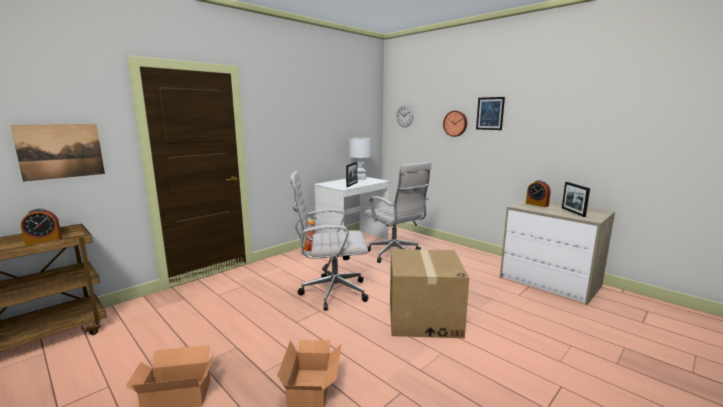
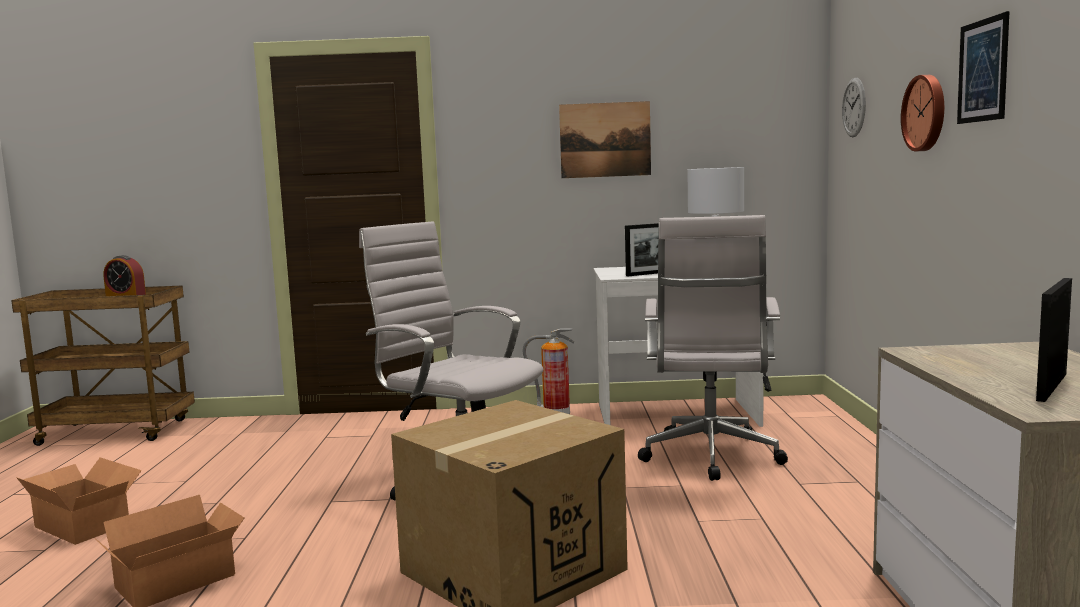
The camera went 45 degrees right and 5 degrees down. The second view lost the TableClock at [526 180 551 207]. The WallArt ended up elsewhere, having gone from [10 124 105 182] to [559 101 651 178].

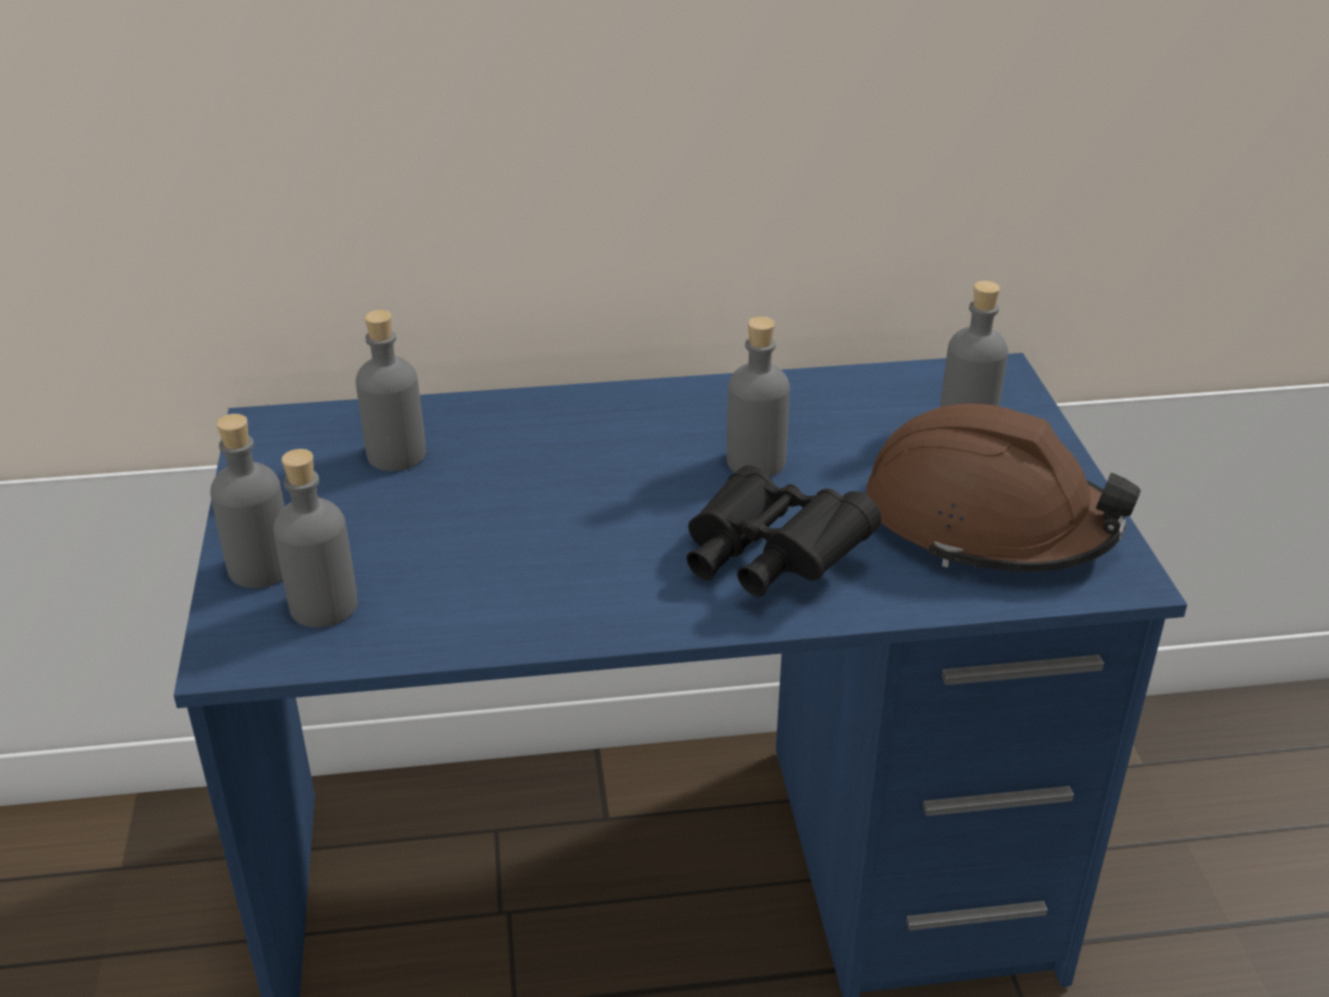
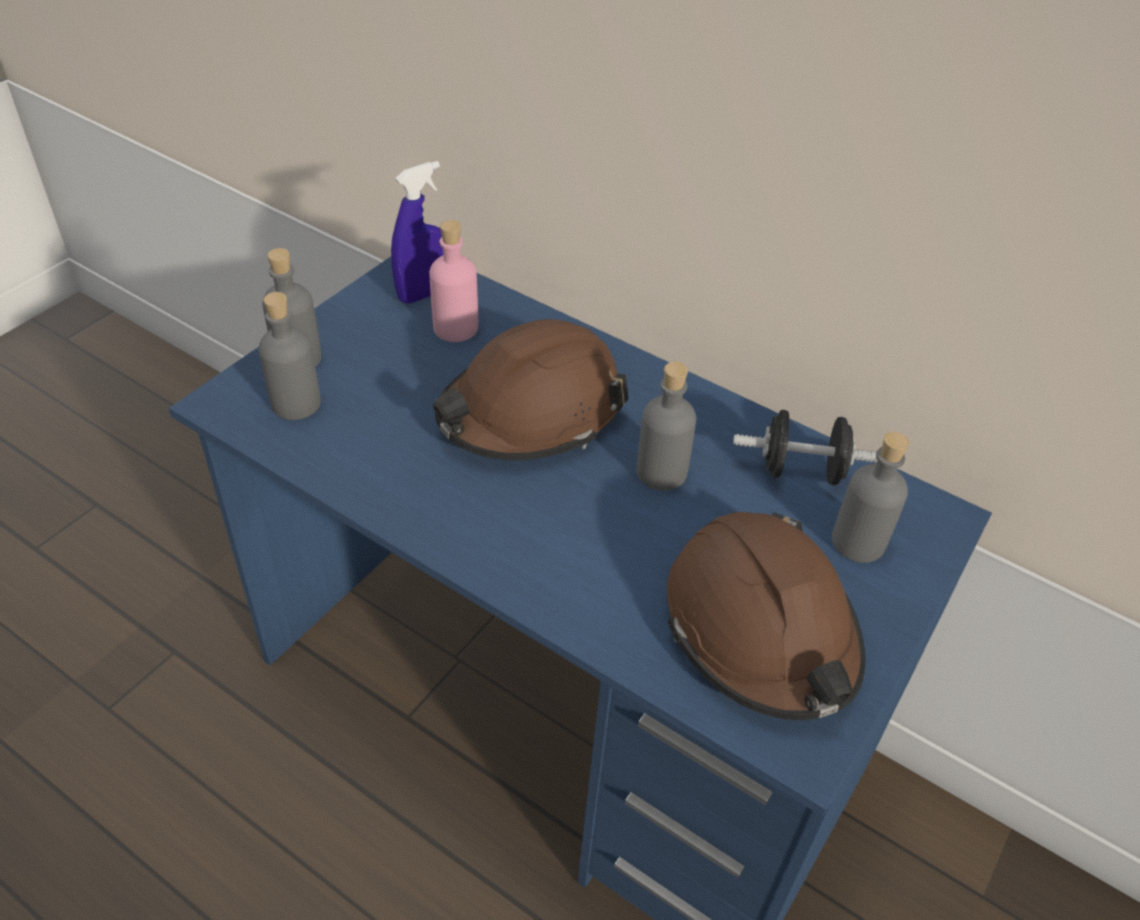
The camera went 40 degrees right and 10 degrees up. The second view lost the BlackishFieldGlasses at [687 465 881 597]. The second view gained the BlueColouredHandSprayer at [391 161 443 303]. The second view gained the BrownWorkHelmet at [433 319 629 461]. The second view gained the BlackishFreeWeight at [733 410 877 485]. What was the GrayBeverageBottle at [356 310 426 471] turned into the PinkishBeverageBottle at [429 220 478 342].

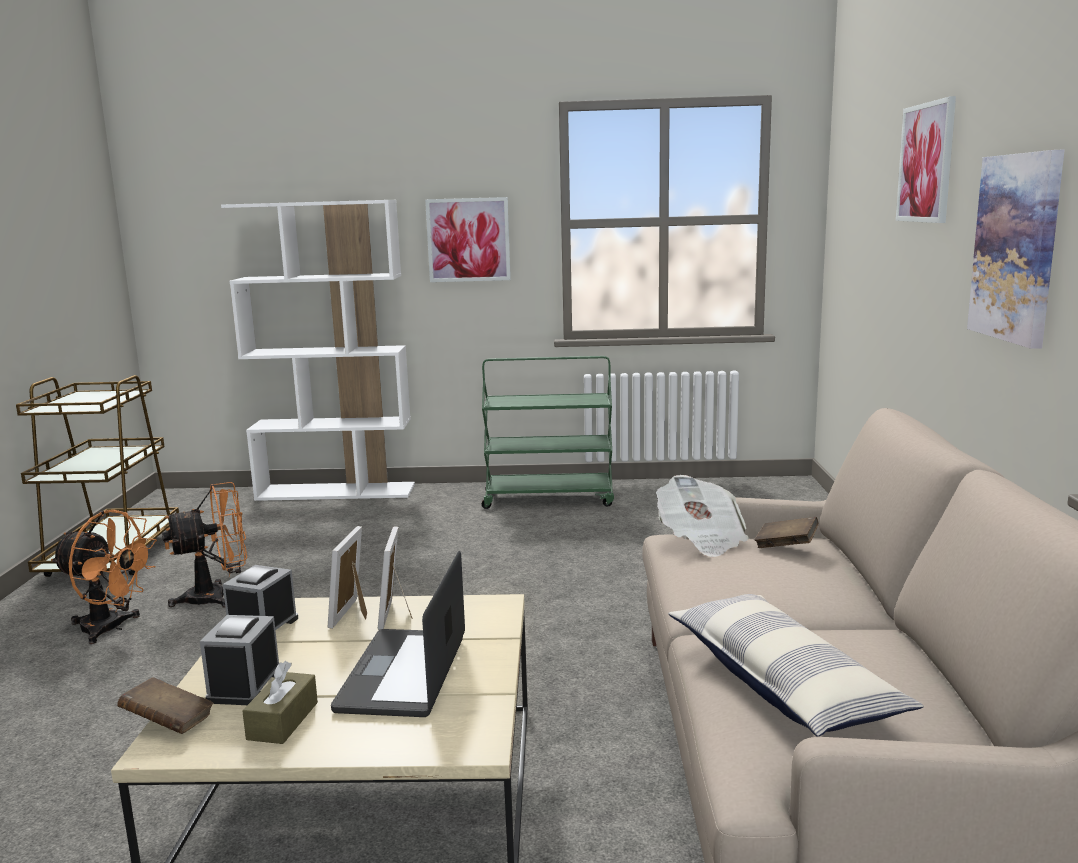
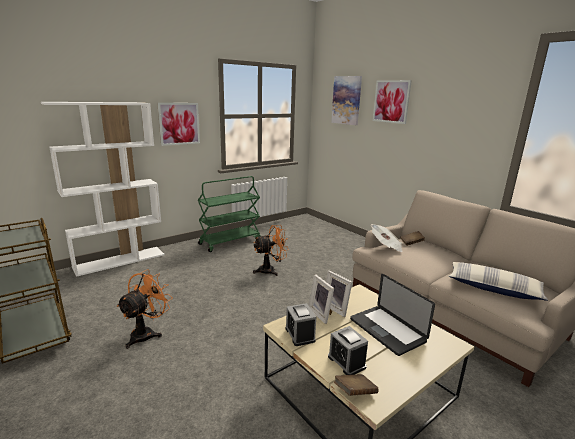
The camera went 40 degrees left and 5 degrees up. The second view lost the BrownBoxOfTissues at [242 661 318 744]. The OrangeElectricFan ended up elsewhere, having gone from [51 510 157 644] to [253 225 289 276]. The WallArt ended up elsewhere, having gone from [967 149 1065 349] to [331 76 362 125].

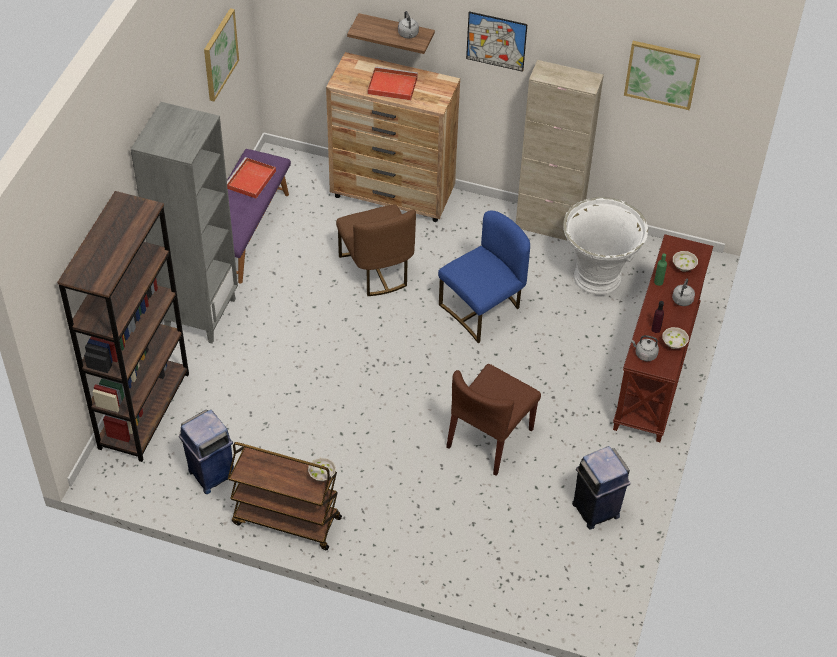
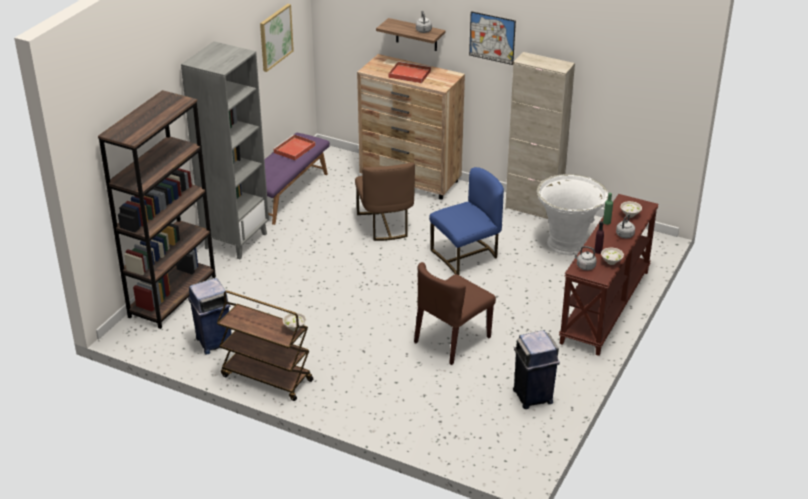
The camera went 10 degrees right and 15 degrees down. The second view lost the WallArt at [624 41 701 110].

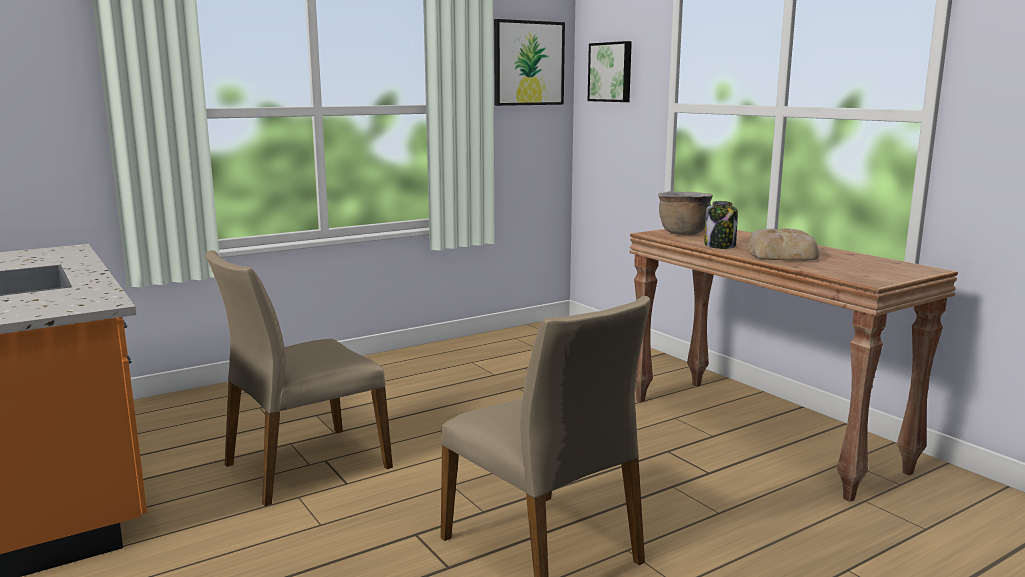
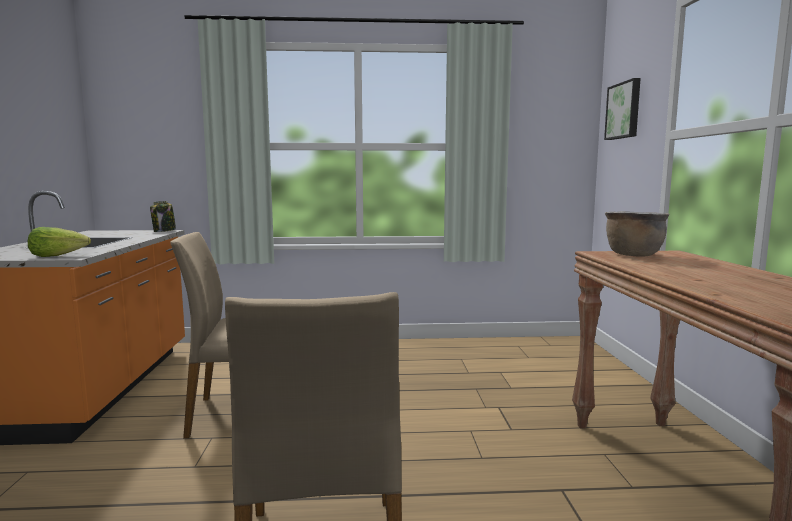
The camera went 30 degrees right and 5 degrees down. The second view lost the WallArt at [494 19 565 106]. The second view lost the BakedBread at [746 228 820 261]. The second view gained the Lettuce at [28 227 91 257]. The PreserveJar ended up elsewhere, having gone from [704 201 738 249] to [150 201 176 232].

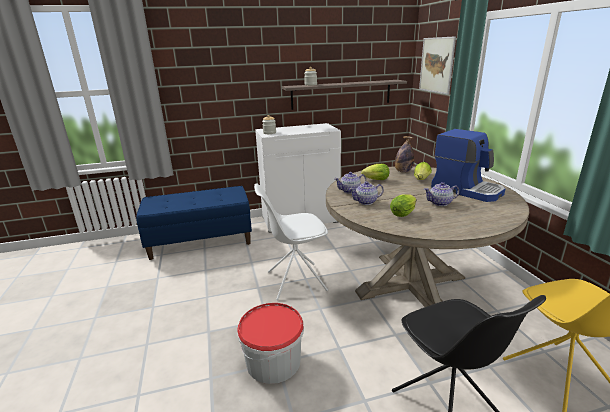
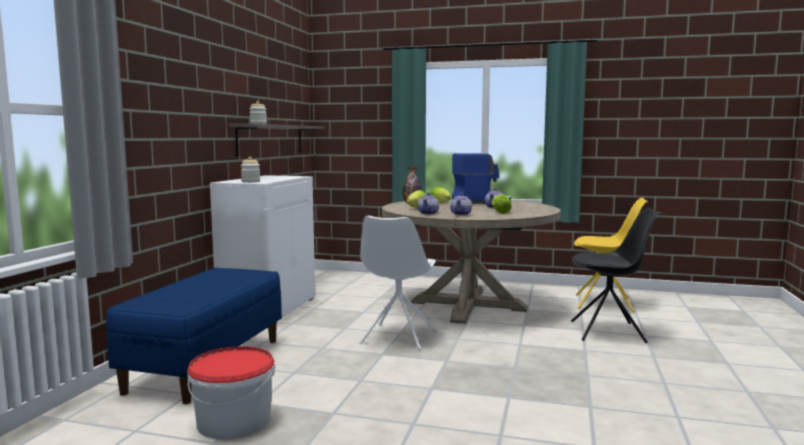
The camera went 60 degrees left and 15 degrees down. The second view lost the WallArt at [419 36 456 95]. The Bucket ended up elsewhere, having gone from [237 303 304 384] to [188 346 275 440].

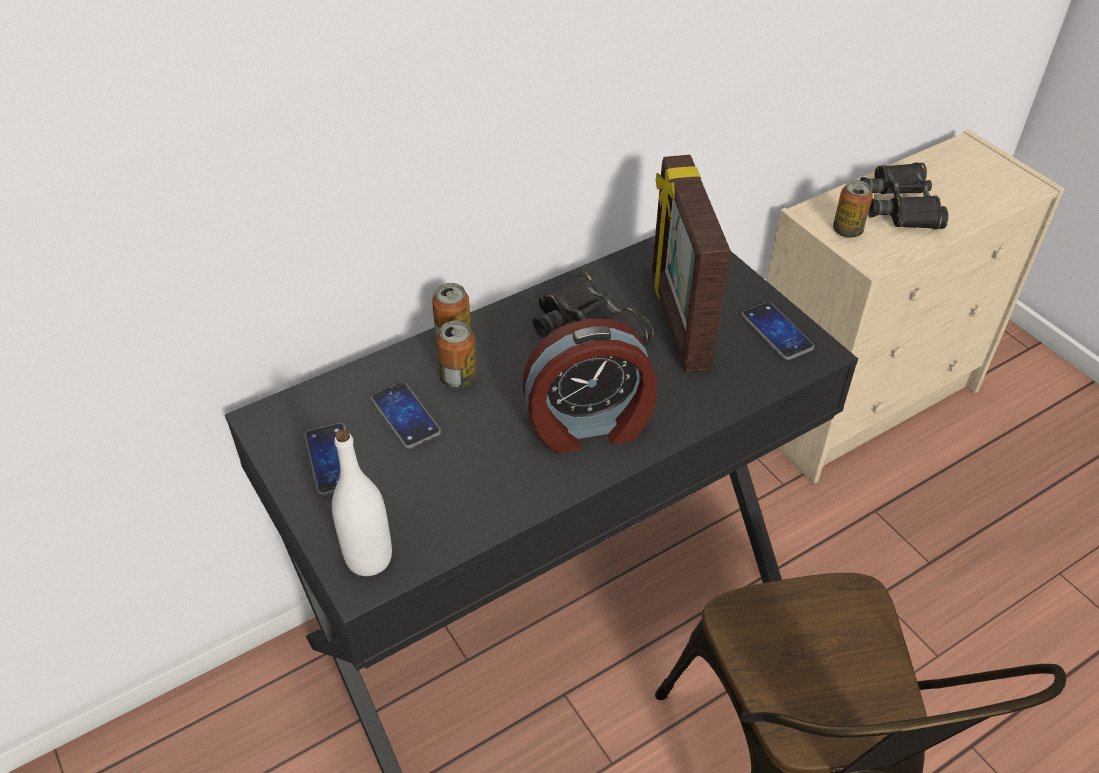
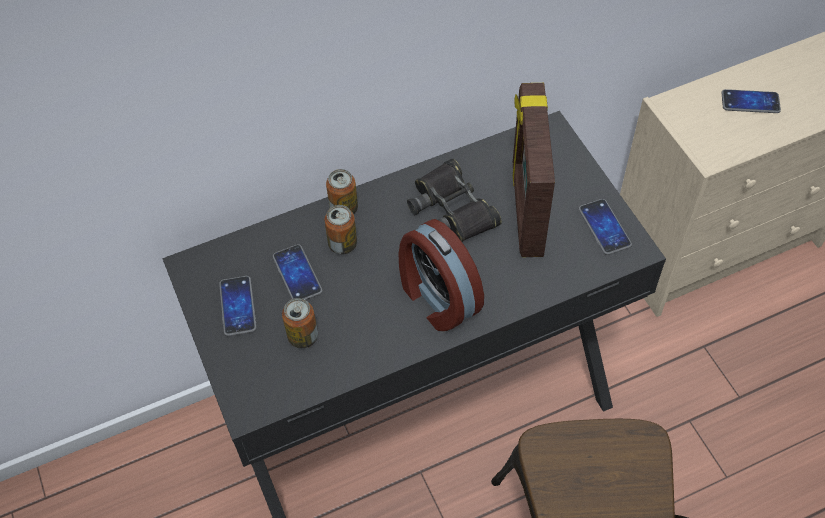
The camera went 10 degrees right and 10 degrees up. The second view lost the WhitishBeverageBottle at [332 429 392 576]. The MetalCan ended up elsewhere, having gone from [833 180 873 238] to [282 298 318 348]. Where the BlackishFieldGlasses stood at [860 163 949 229], the Phone came to stand at [722 89 781 113]. The TableClock at [523 319 657 453] ended up facing another way, 60 degrees clockwise from before.

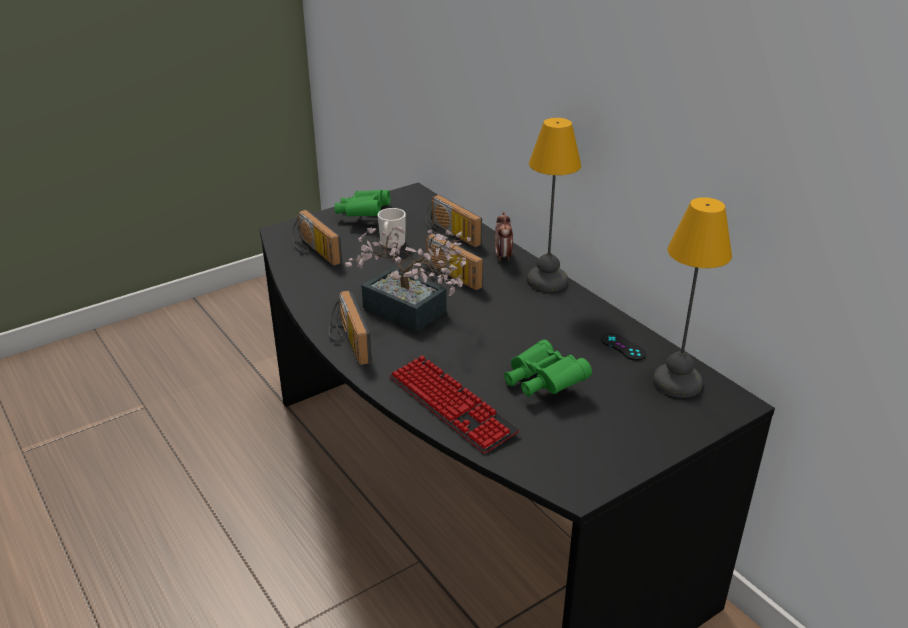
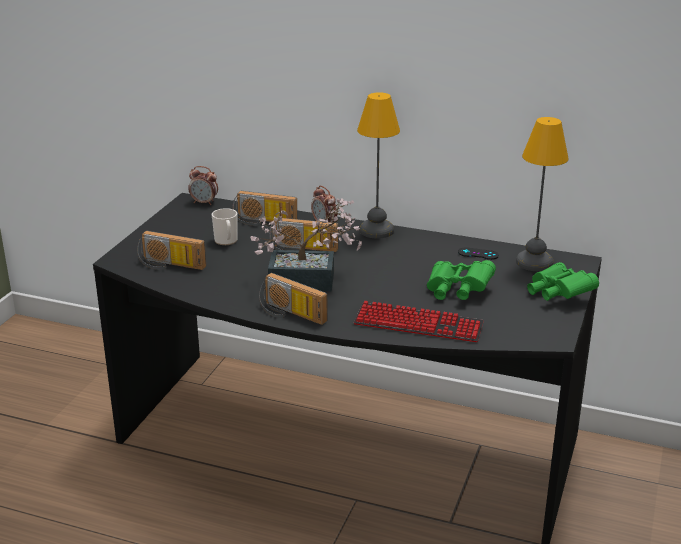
The camera went 35 degrees left and 5 degrees down. The second view gained the TableClock at [188 166 218 205]. The GreenFieldGlasses ended up elsewhere, having gone from [335 190 390 217] to [527 262 599 301].

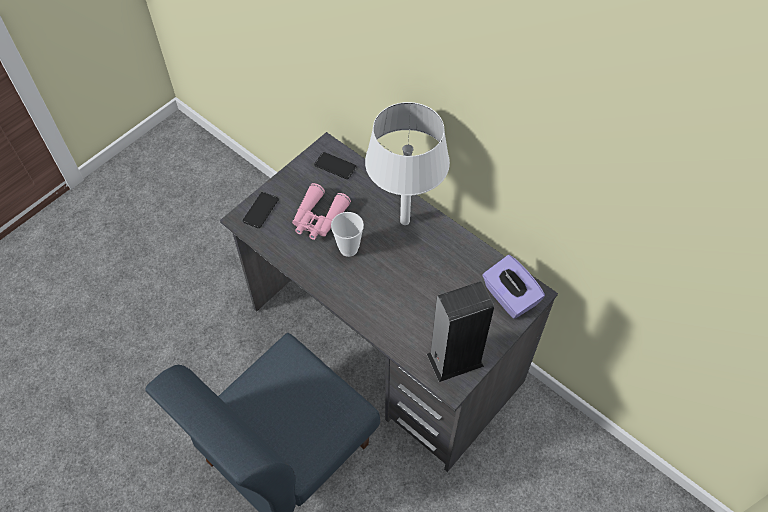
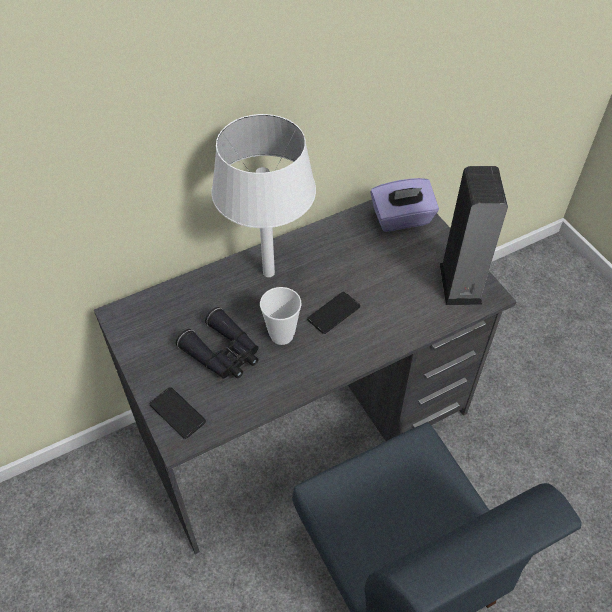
The camera went 70 degrees left and 5 degrees down. The Phone ended up elsewhere, having gone from [314 152 357 179] to [307 292 360 334]. What was the PinkishFieldGlasses at [292 183 351 240] turned into the BlackishFieldGlasses at [176 307 259 379].

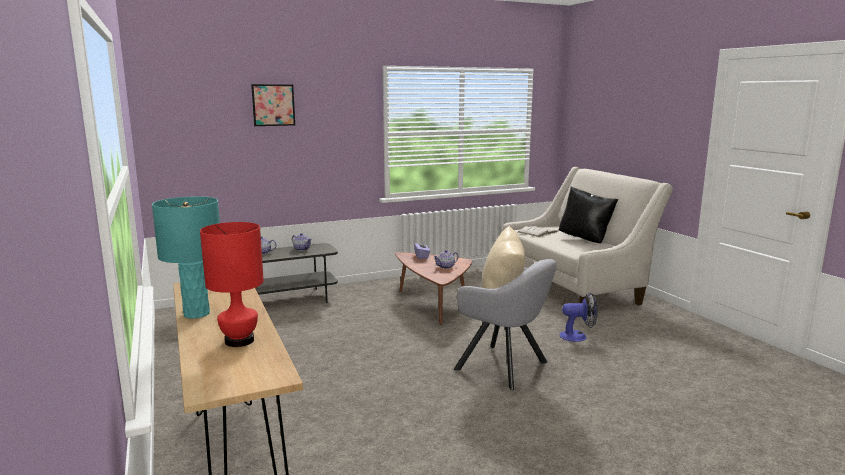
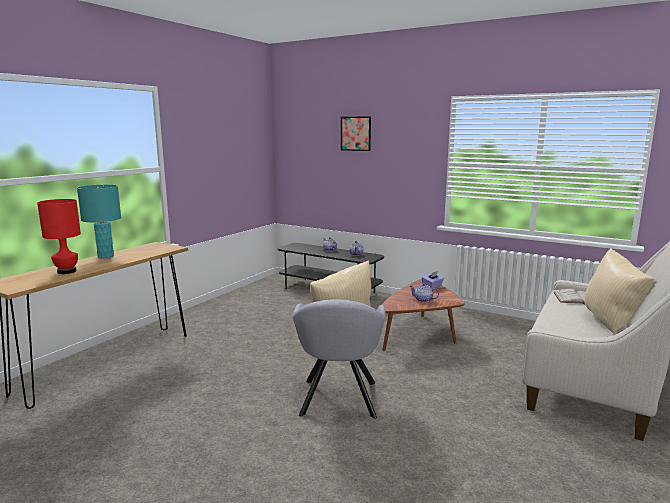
The camera went 55 degrees right and 0 degrees up. The second view lost the ElectricFan at [559 292 598 342]. What was the BlackishPillow at [559 186 618 243] turned into the SandColouredPillow at [584 248 654 332].

